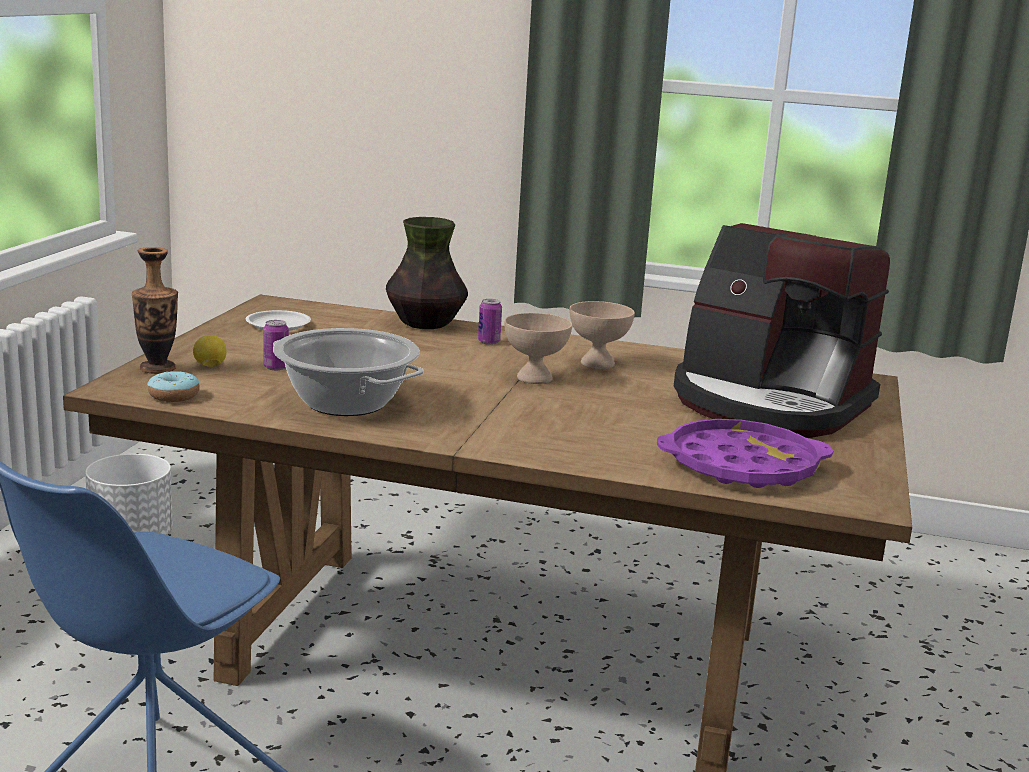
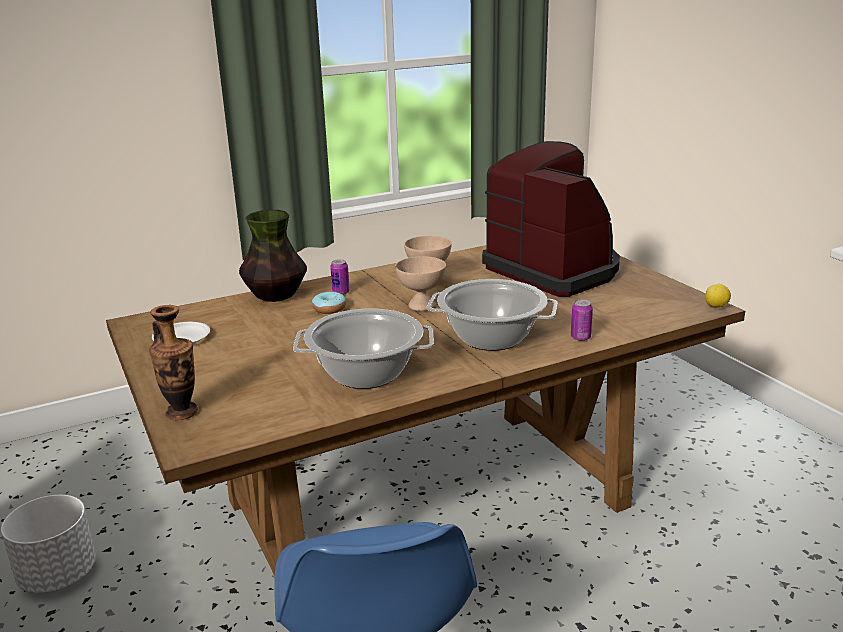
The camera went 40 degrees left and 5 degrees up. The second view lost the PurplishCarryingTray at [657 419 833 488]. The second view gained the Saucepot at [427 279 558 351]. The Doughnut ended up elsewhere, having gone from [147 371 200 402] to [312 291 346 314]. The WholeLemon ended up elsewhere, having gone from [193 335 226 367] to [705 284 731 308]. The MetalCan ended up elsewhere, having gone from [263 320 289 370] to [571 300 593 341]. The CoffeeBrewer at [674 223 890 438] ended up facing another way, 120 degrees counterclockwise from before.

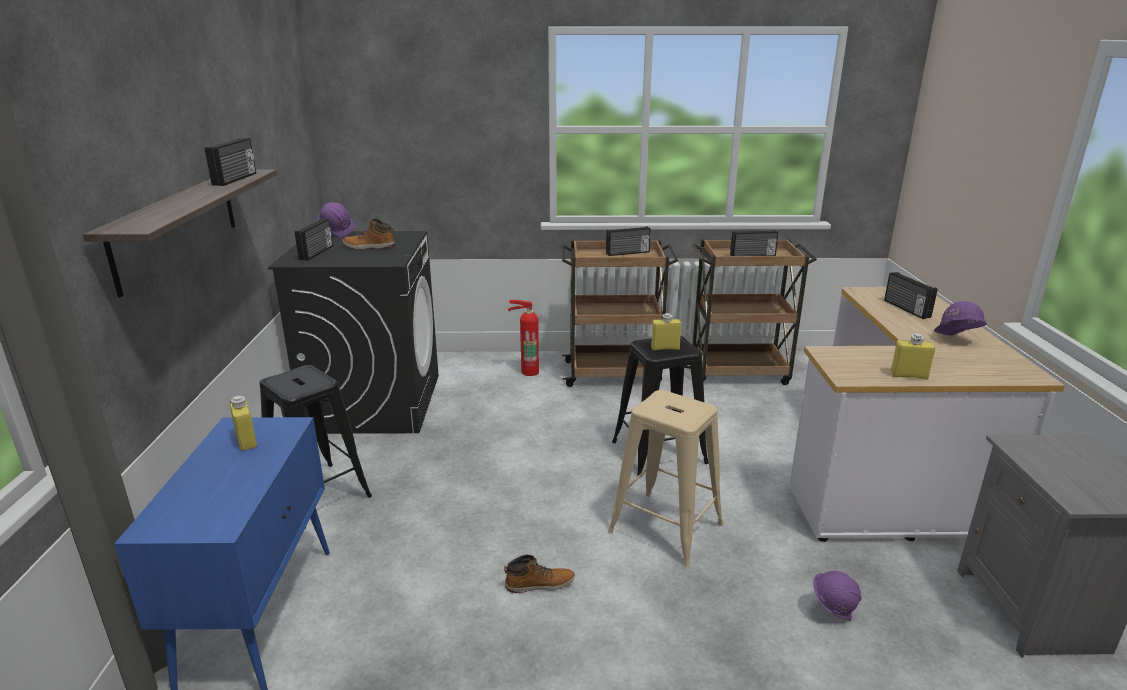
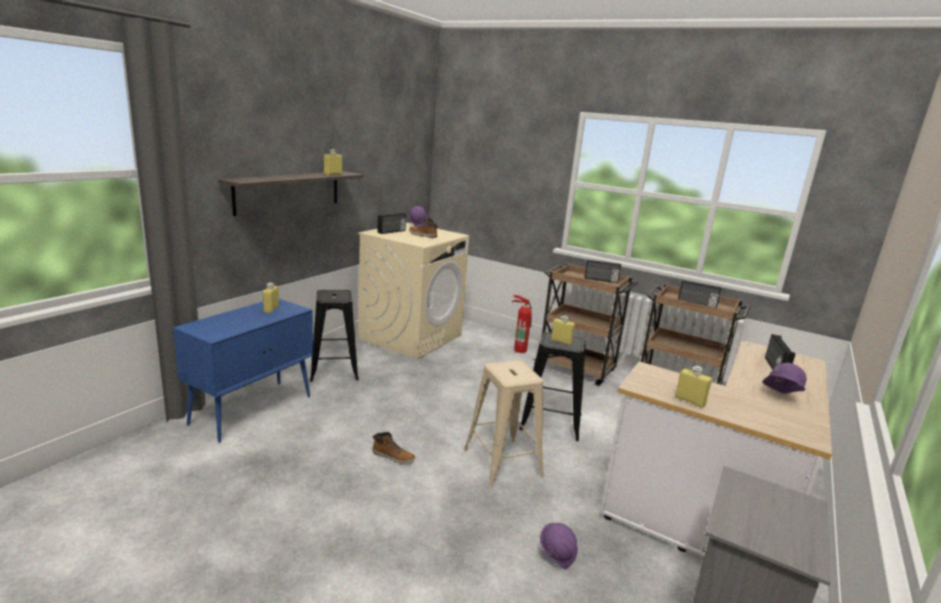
The camera went 30 degrees right and 5 degrees down. Where the RadioSet stood at [205 138 256 186], the YellowColouredBeverageBottle came to stand at [324 149 342 175]. What was the BlackishWashingMachine at [268 231 439 434] turned into the SandColouredWashingMachine at [358 223 469 359].

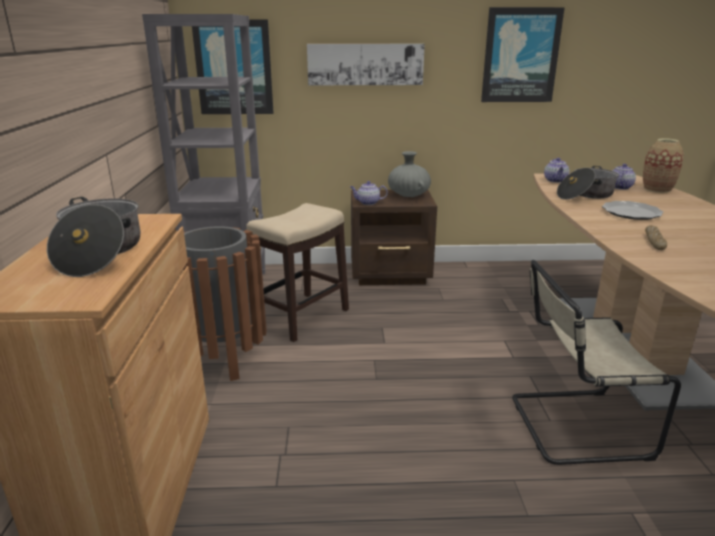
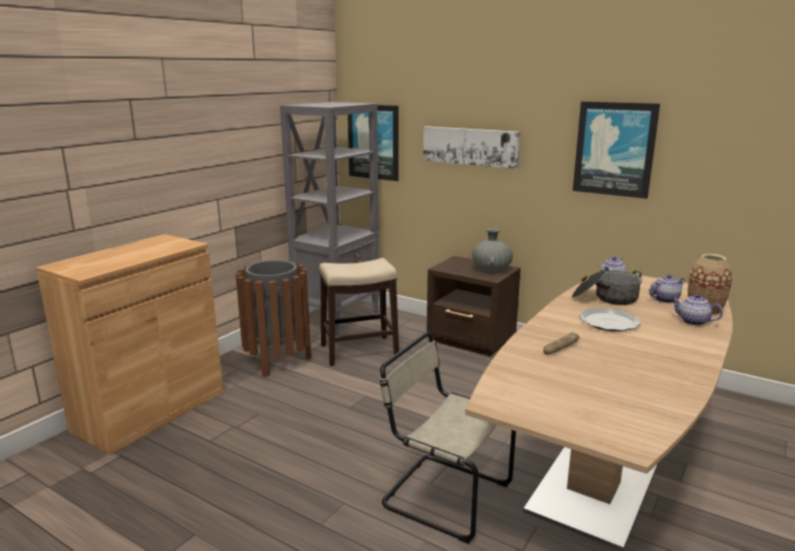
The camera went 35 degrees right and 5 degrees down. The second view lost the Saucepot at [47 197 140 277]. The Teapot ended up elsewhere, having gone from [350 181 388 205] to [671 294 723 326].

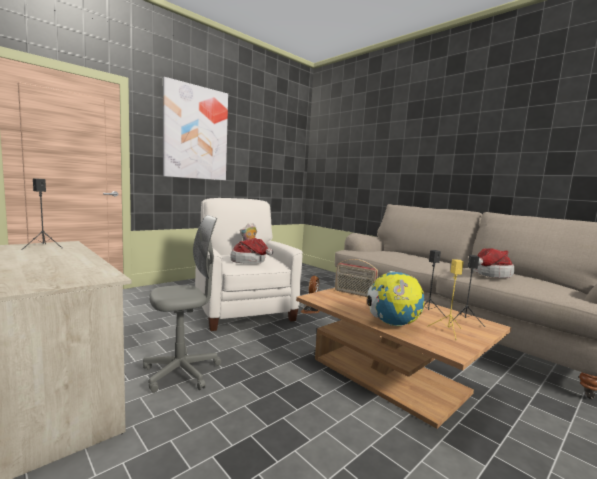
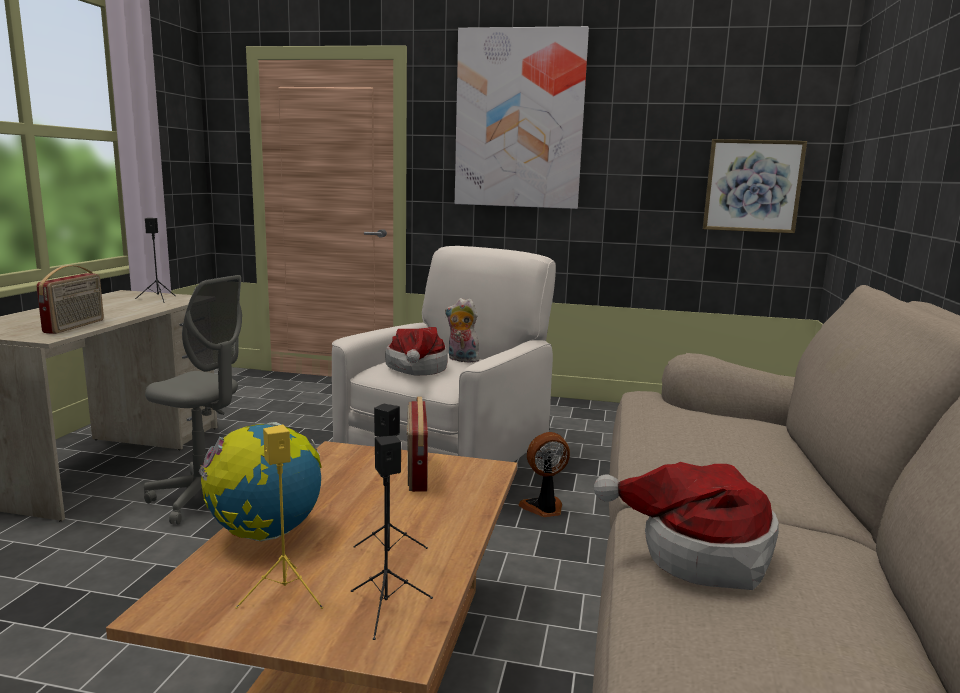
The camera went 55 degrees right and 5 degrees up. The second view gained the RadioSet at [37 265 104 334]. The second view gained the WallArt at [703 139 807 233].

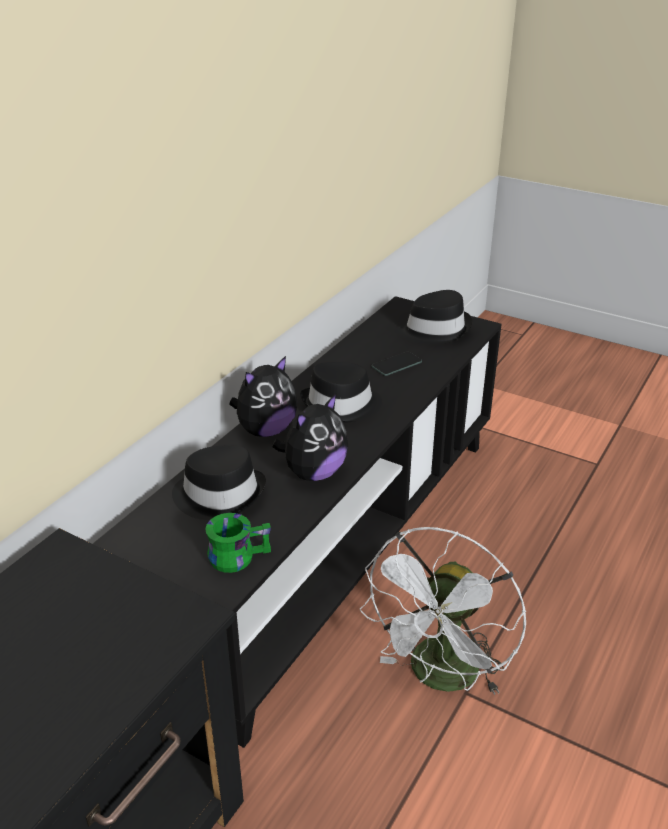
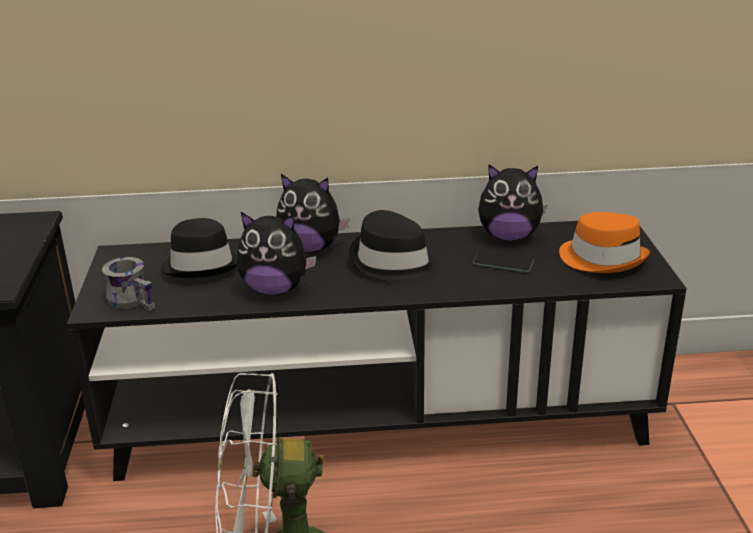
The camera went 55 degrees right and 5 degrees down. The second view gained the PlushToy at [478 164 547 241]. What was the GreenTeaMug at [205 513 271 573] turned into the GrayTeaMug at [102 257 155 311]. What was the BlackishWearableHat at [397 290 472 345] turned into the OrangeWearableHat at [559 212 650 273].

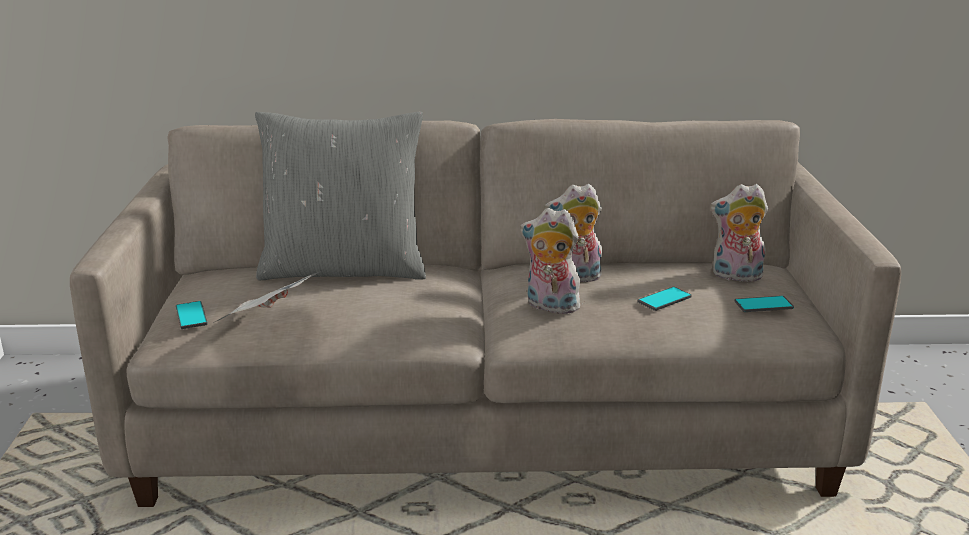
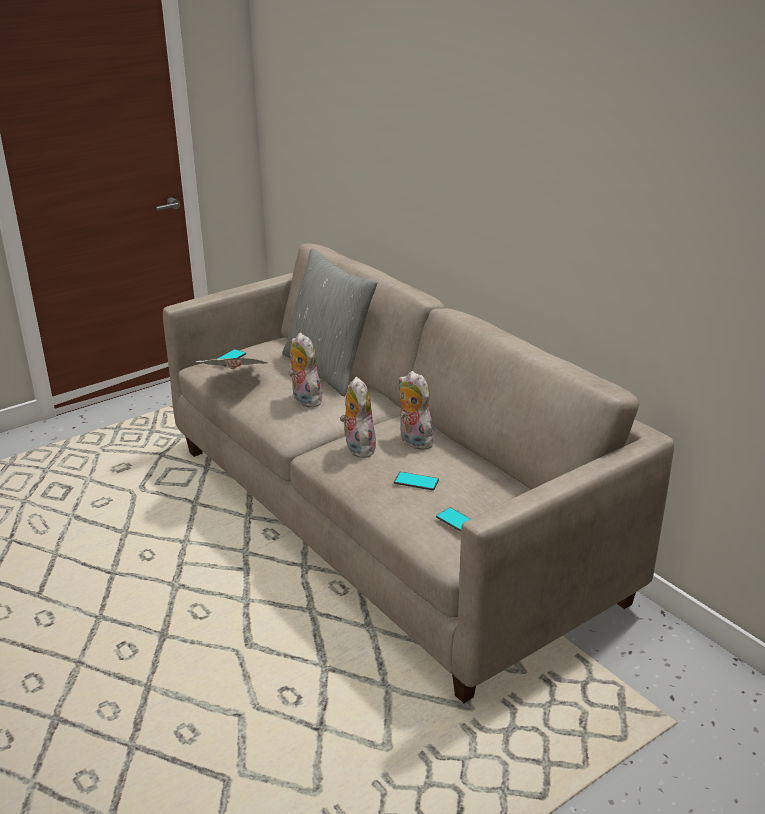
The camera went 55 degrees right and 5 degrees up. The PlushToy ended up elsewhere, having gone from [710 184 768 282] to [288 333 322 407].

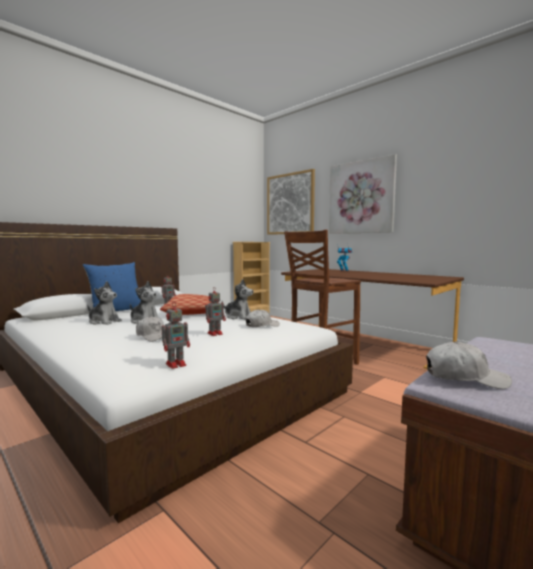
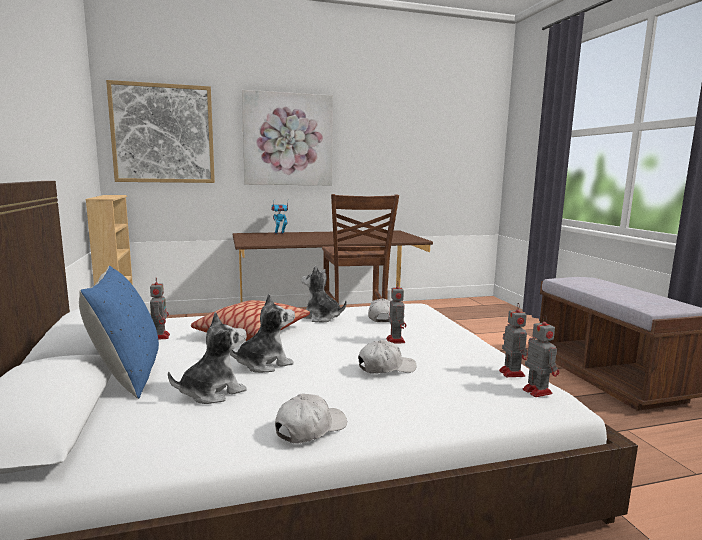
The camera went 60 degrees left and 5 degrees up. The second view gained the ToyRobot at [522 315 560 397]. The WhitishPeakedCap ended up elsewhere, having gone from [426 341 512 389] to [275 394 347 444]. The PlushToy at [222 279 254 319] ended up facing another way, 120 degrees counterclockwise from before.

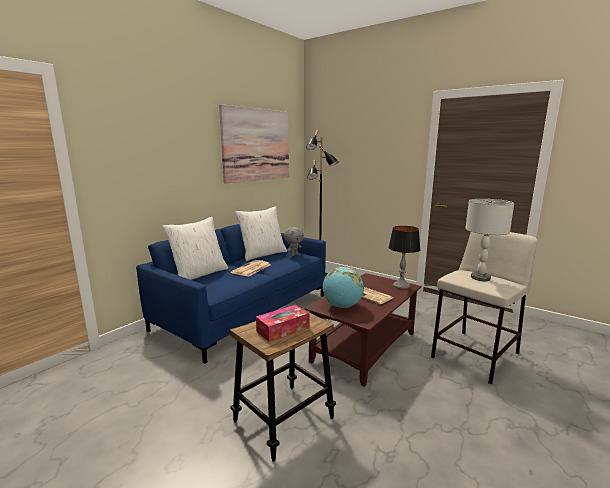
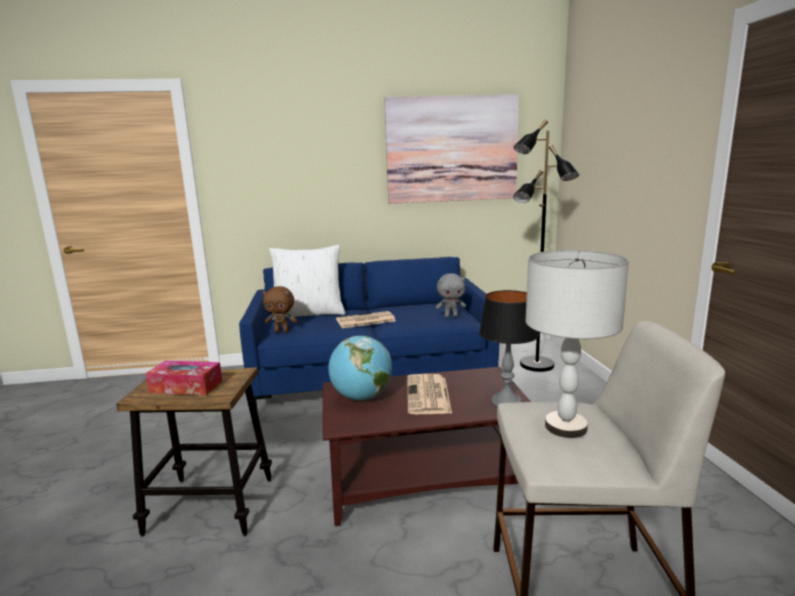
The camera went 45 degrees right and 0 degrees up. The second view lost the WhitishPillow at [235 206 287 261]. The second view gained the BrownPlushToy at [262 286 297 333].

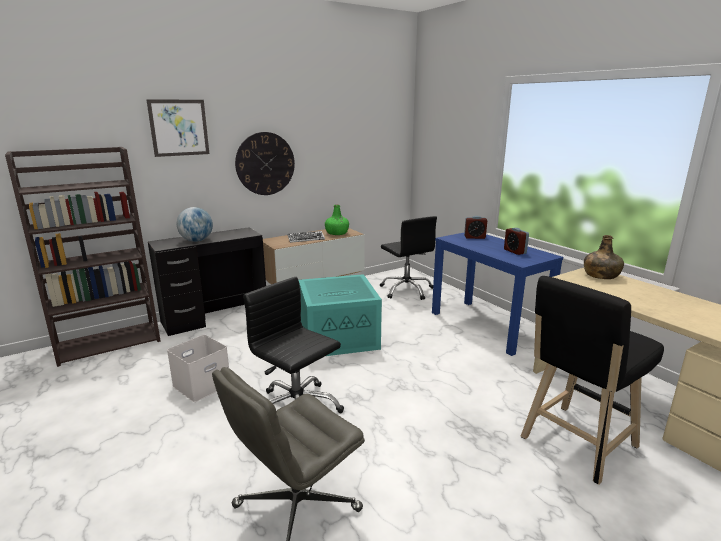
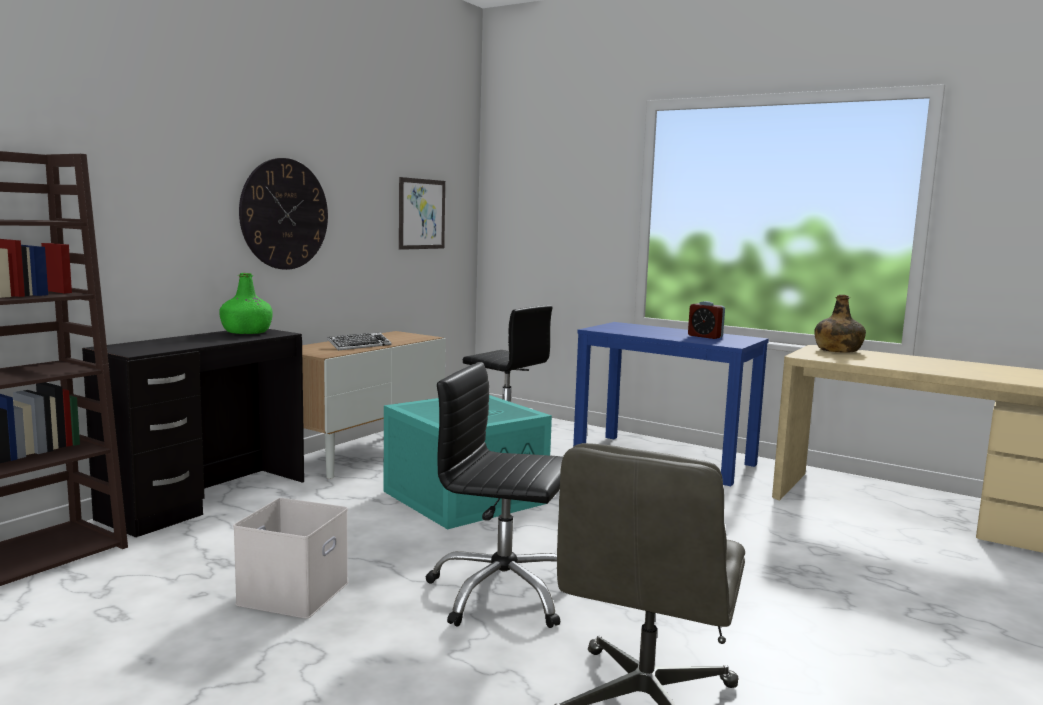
The camera went 25 degrees left and 10 degrees down. The second view lost the DeskGlobe at [177 207 213 242]. The second view lost the TableClock at [464 216 487 239]. The second view lost the BlackishStool at [521 276 664 485]. The WallArt ended up elsewhere, having gone from [146 99 210 157] to [399 177 445 250]. The GreenBeverageBottle ended up elsewhere, having gone from [325 204 349 235] to [219 273 273 334].

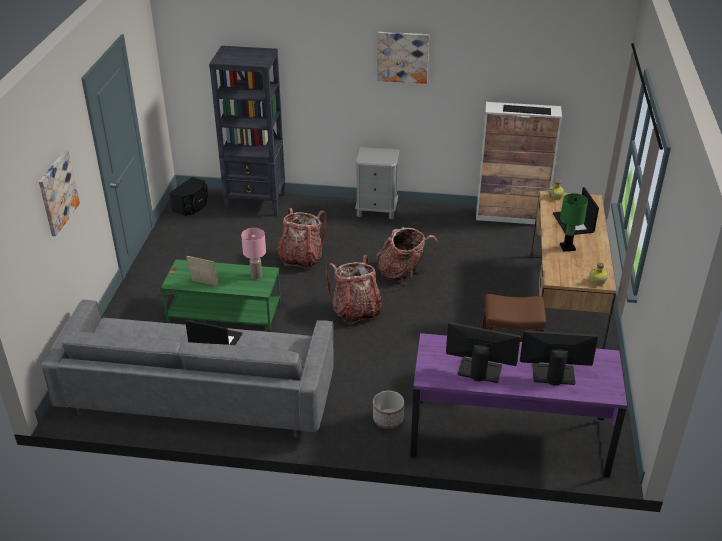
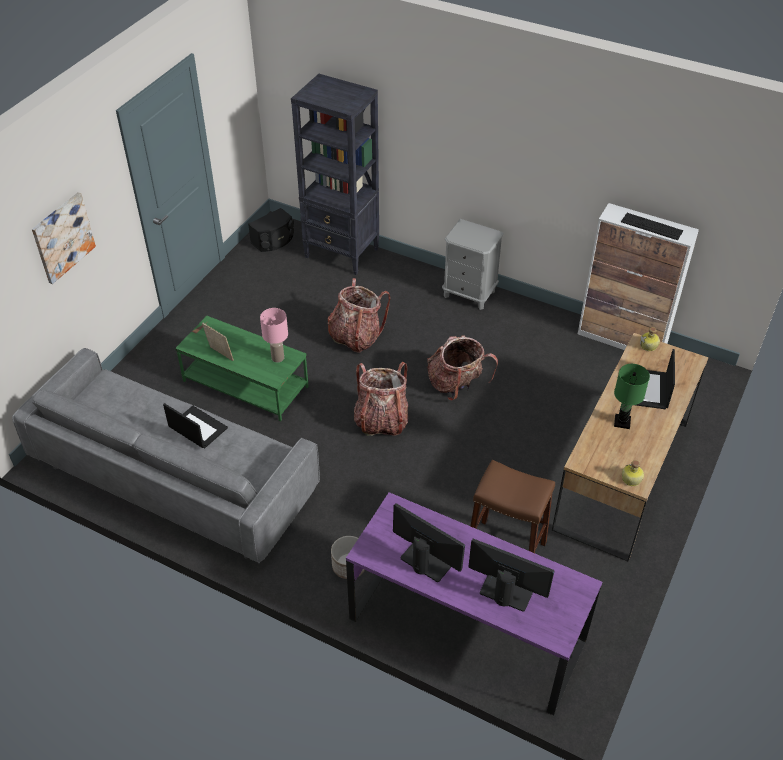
The camera went 20 degrees right and 10 degrees up. The second view lost the WallArt at [377 32 429 84].

